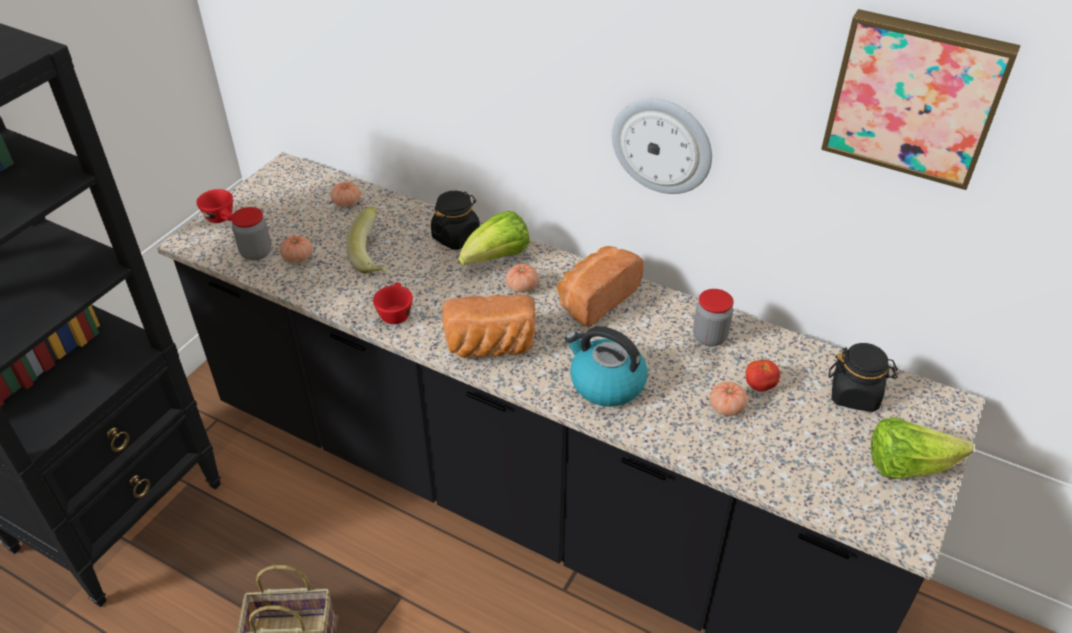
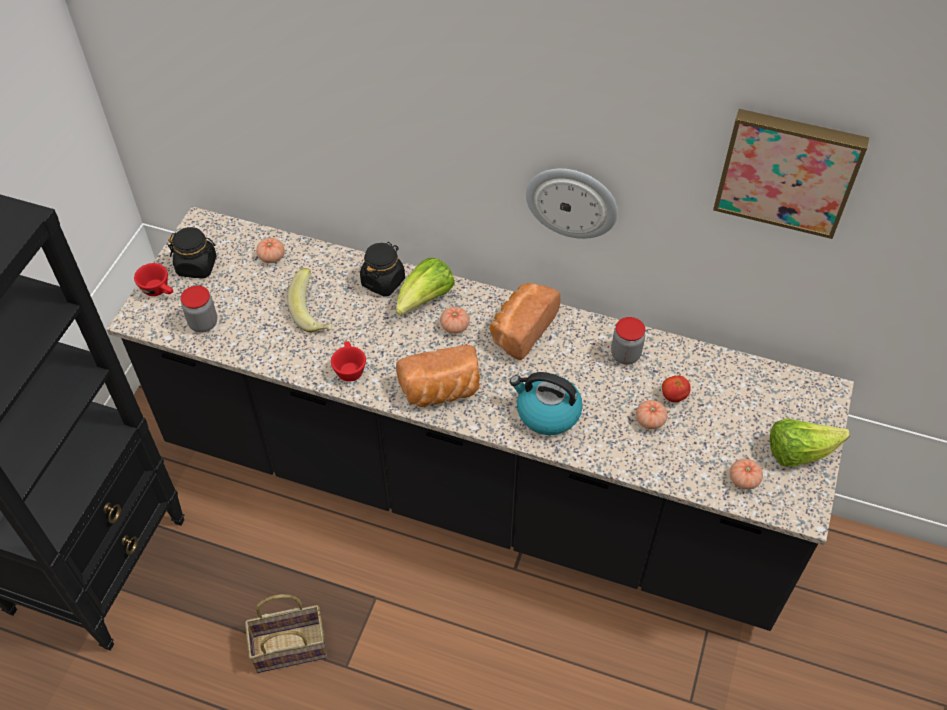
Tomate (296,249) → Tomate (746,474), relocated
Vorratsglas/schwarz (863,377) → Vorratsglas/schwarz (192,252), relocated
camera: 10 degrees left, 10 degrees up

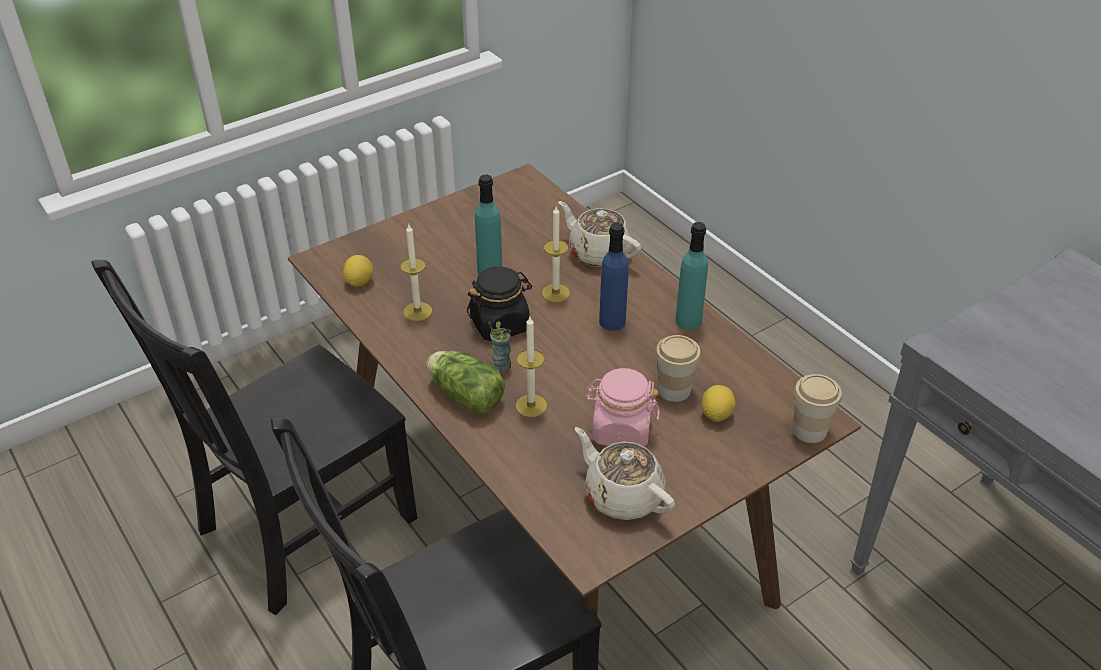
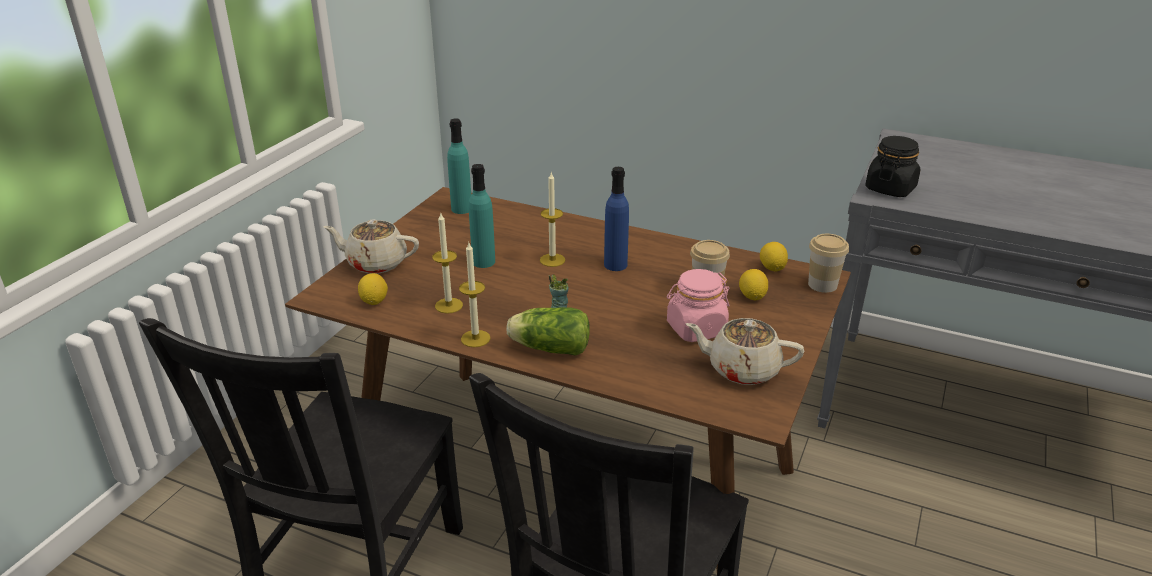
- → Zitrone (774,256)
Vorratsglas/schwarz (499,304) → Vorratsglas/schwarz (892,166), relocated
Kerze (531,367) → Kerze (475,295), relocated
Teekanne/beige (599,234) → Teekanne/beige (371,247), relocated
Flasche/türkis (691,276) → Flasche/türkis (459,166), relocated
camera: 30 degrees left, 10 degrees down

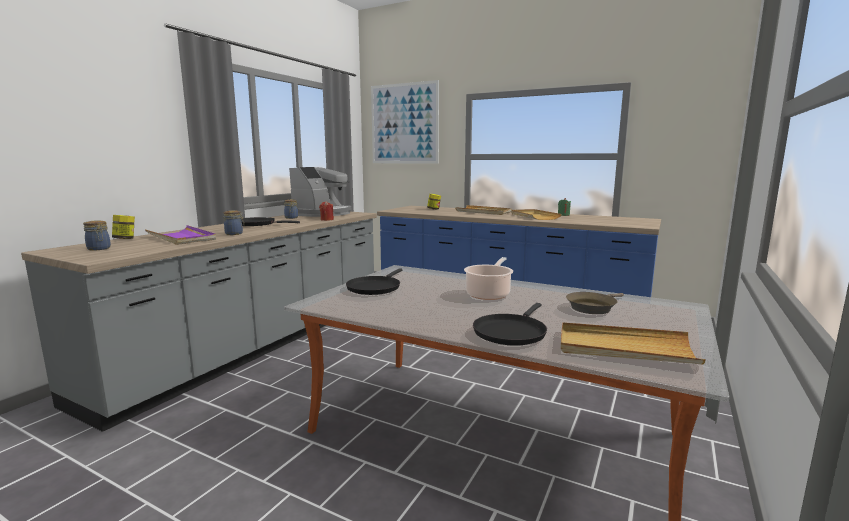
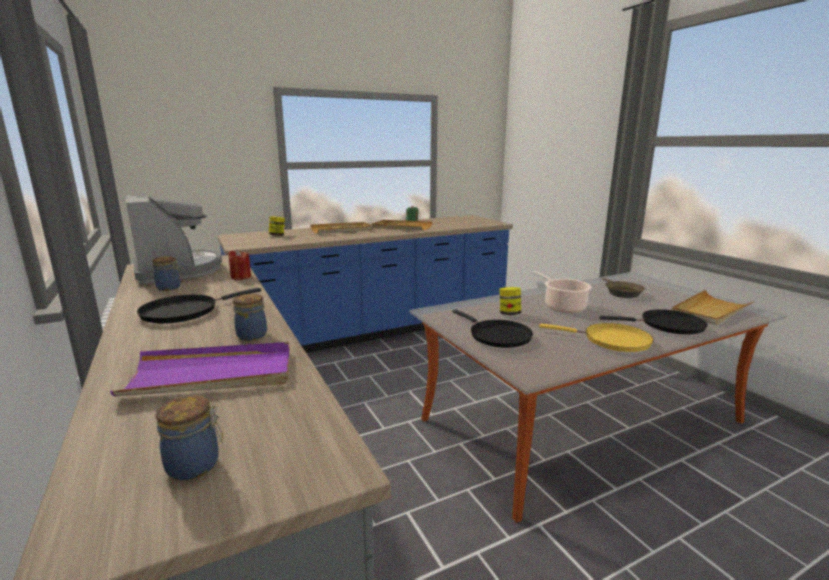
Bild (405,122) → -
- → Pfanne/gelb (596,337)
Vorratsglas (123,227) → Vorratsglas (510,301), relocated
Pfanne/schwarz (510,324) → Pfanne/schwarz (653,322), 60 degrees counterclockwise
camera: 55 degrees left, 5 degrees up

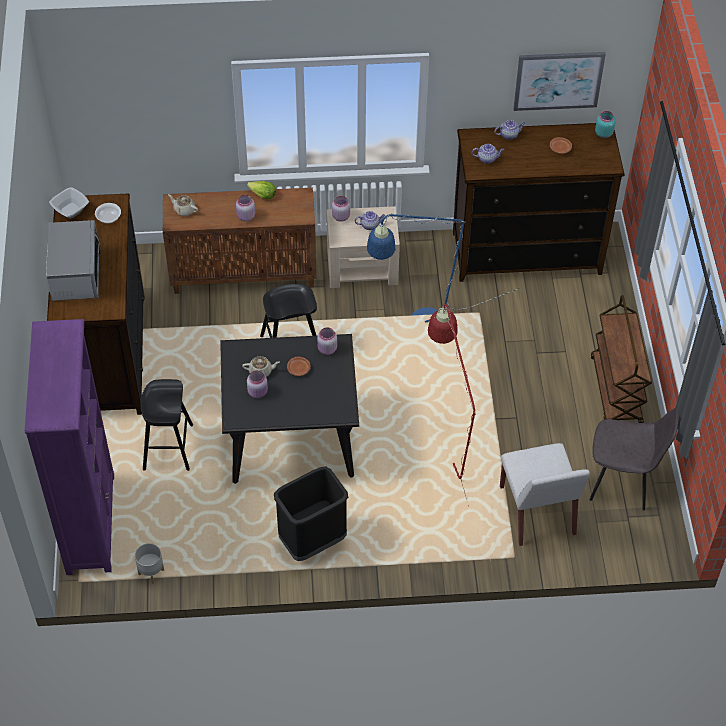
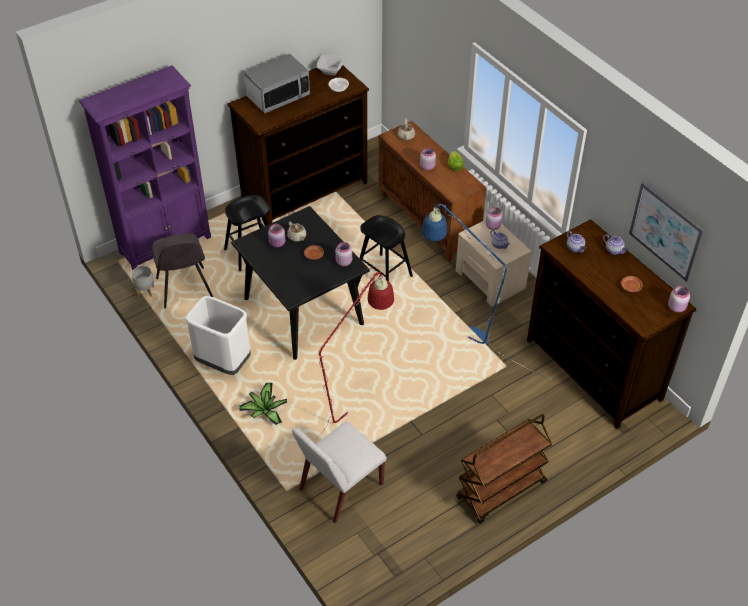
- → Topfpflanze (263,404)
Stuhl/grau (634,459) → Stuhl/grau (182,271), relocated
Mülleimer/schwarz (311,514) → Mülleimer/weiß (218,335)
Vorratsglas/türkis (605,124) → Vorratsglas/rosa (679,299)
camera: 60 degrees right, 5 degrees down

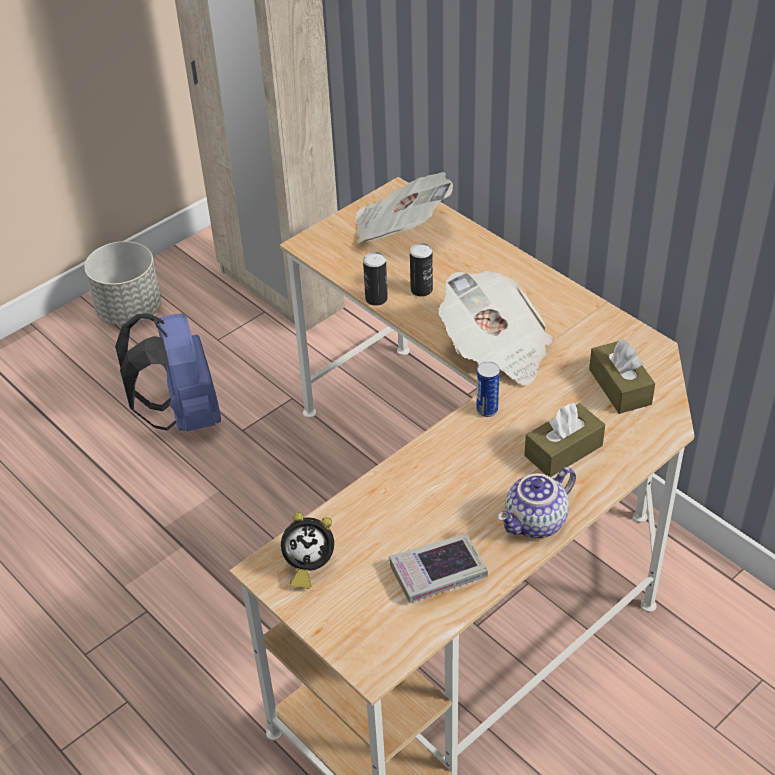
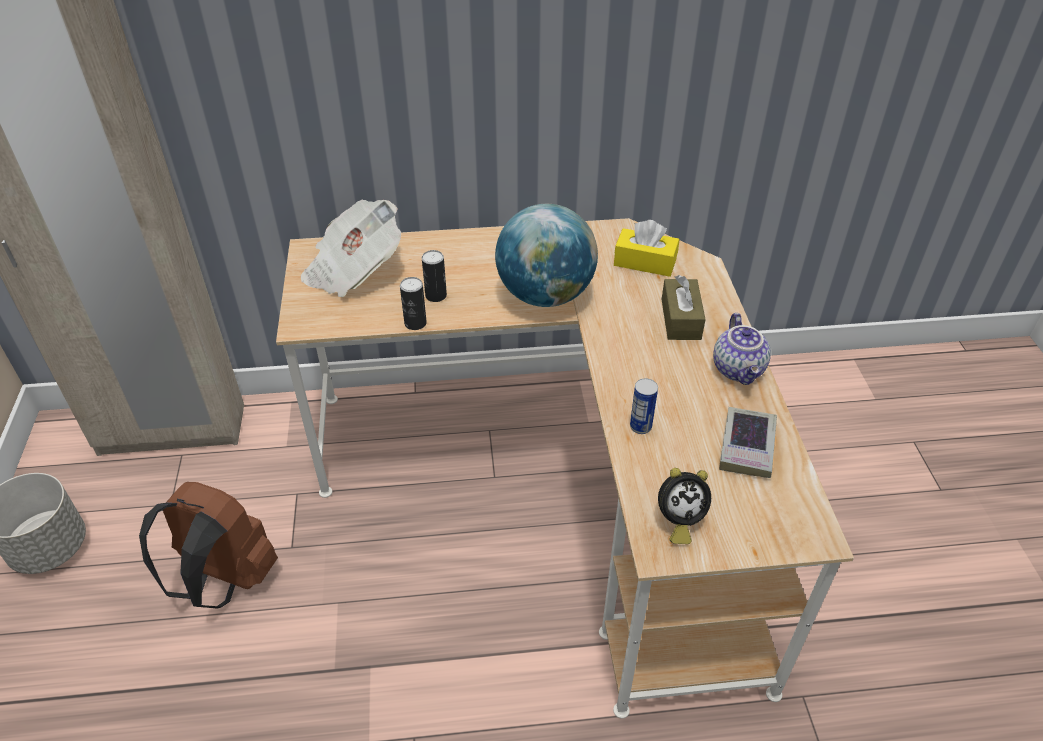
Dose (488,389) → Dose (644,406), relocated
Zeitung (496,328) → Globus (546,255)
Rucksack/blau (168,372) → Rucksack/braun (208,545)
Taschentuchbox/braun (622,376) → Taschentuchbox/gelb (646,248)
Wecker (307,550) → Wecker (684,506), 45 degrees clockwise
camera: 55 degrees left, 0 degrees up

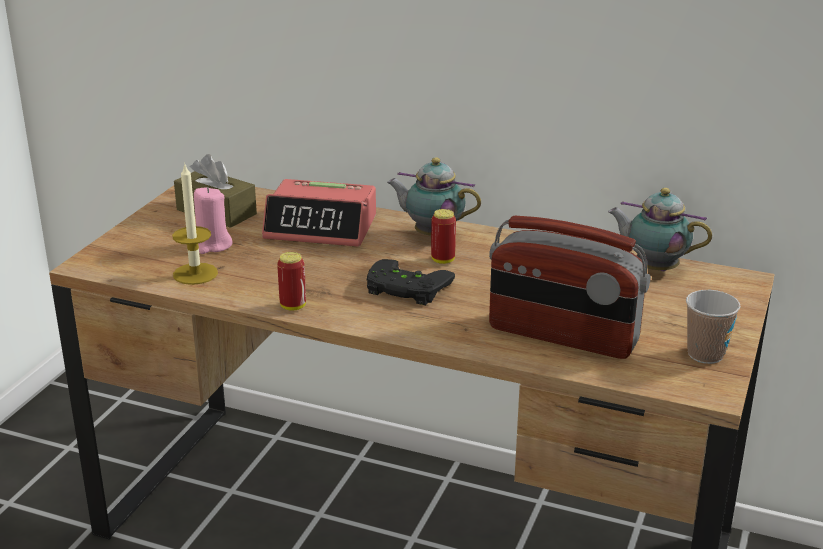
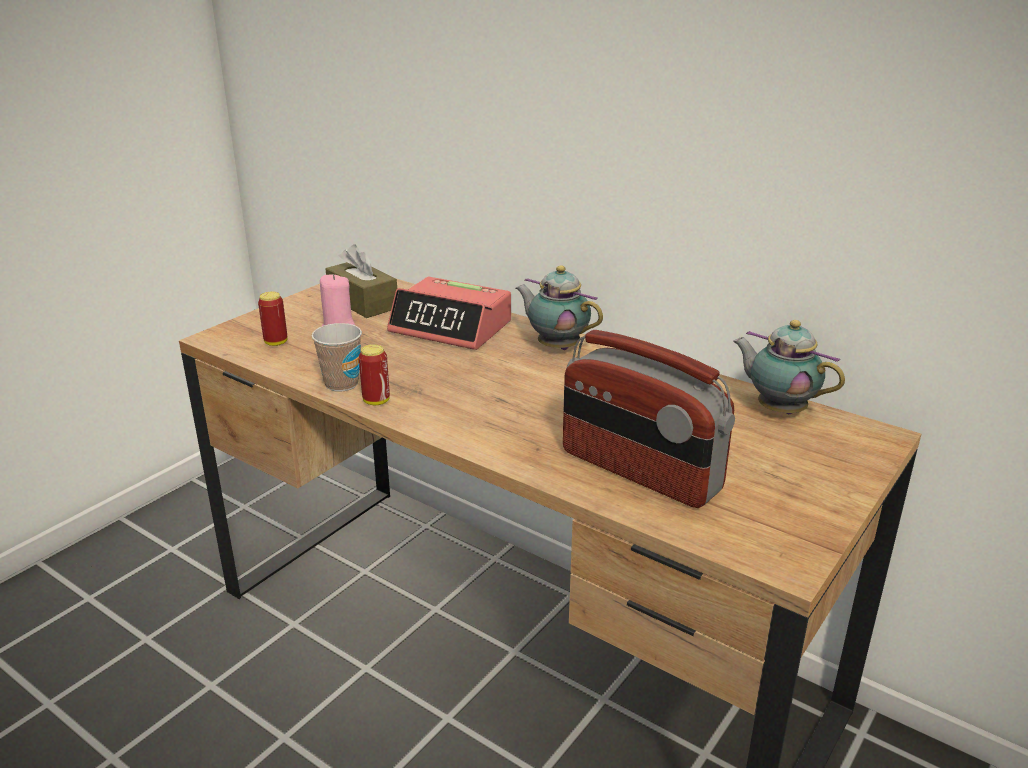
Kerze (195,223) → -
Gamepad/schwarz (411,282) → -
Dose (443,236) → Dose (272,319), relocated
Tasse (713,327) → Tasse (337,357), relocated
camera: 15 degrees right, 0 degrees up

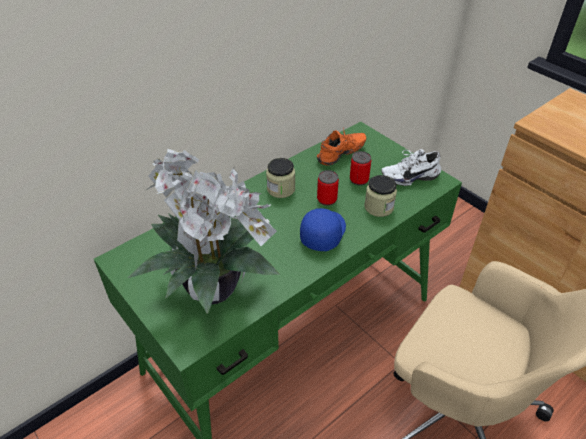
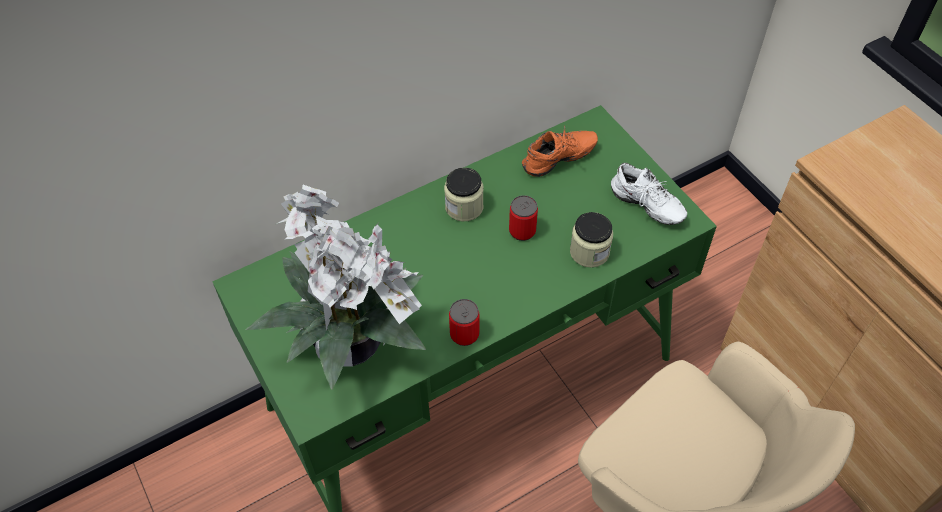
Kappe/blau (323,229) → -
Dose (360,168) → Dose (464,322), relocated
Schuh/weiß (411,167) → Schuh/weiß (649,194), 135 degrees counterclockwise
camera: 10 degrees right, 10 degrees up

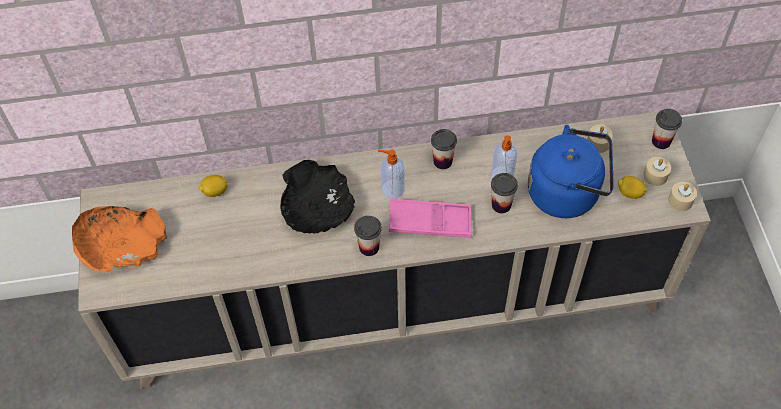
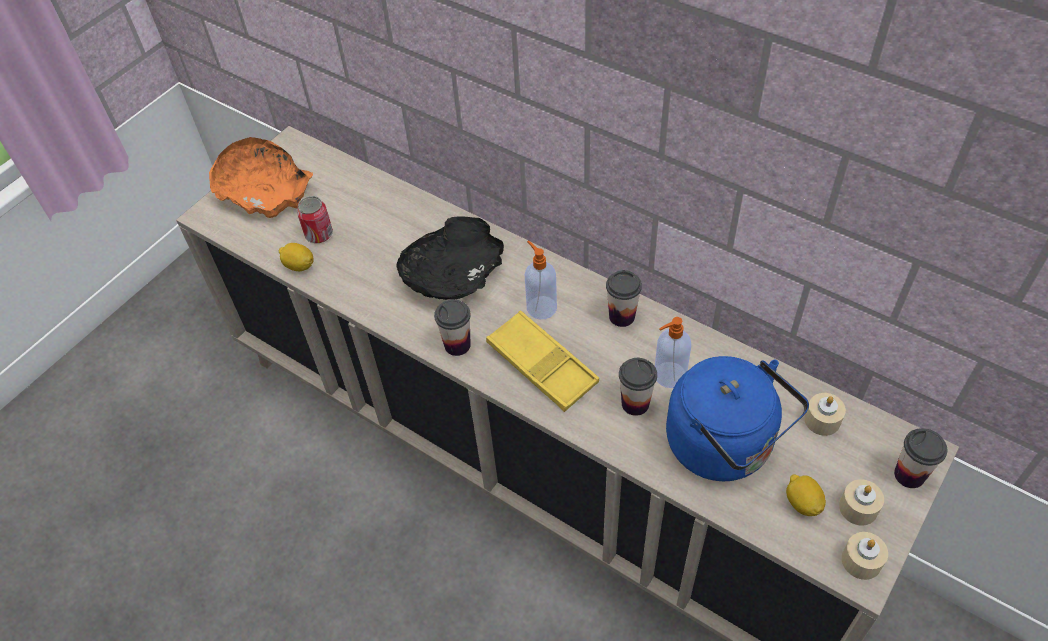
- → Dose (315,219)
Zitrone (213,186) → Zitrone (296,257), relocated
Tablett/rosa (430,218) → Tablett/gelb (542,361)
camera: 45 degrees right, 5 degrees down

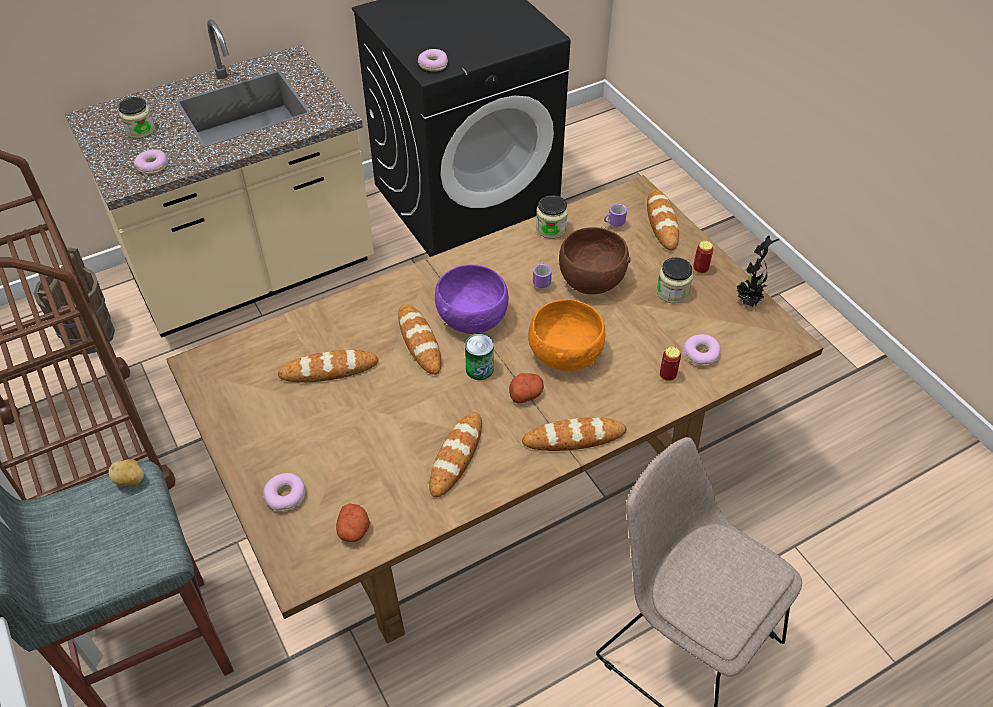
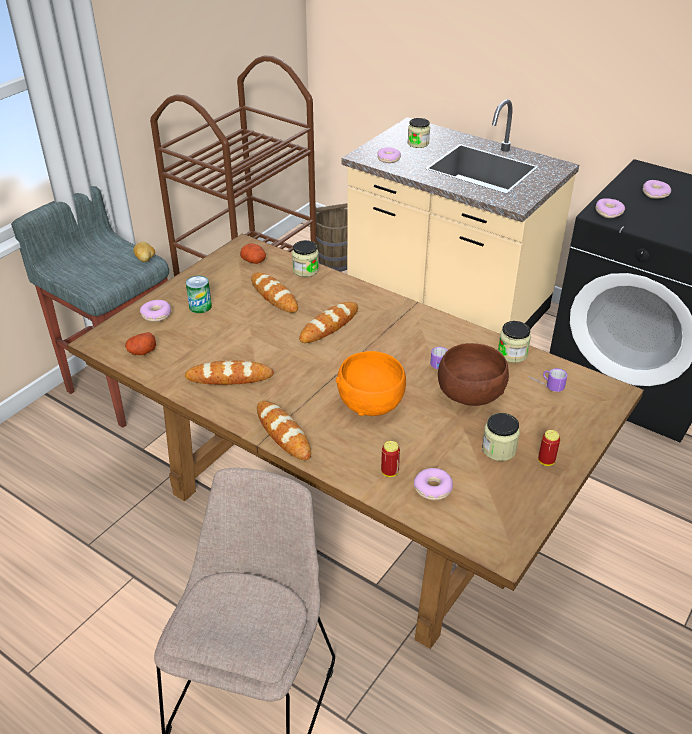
Schüssel/lila (471,299) → -
Brot (663,219) → -
Topfpflanze (758,271) → -
- → Vorratsglas (305,258)
- → Donut (657,189)
Dose (479,357) → Dose (199,294), relocated
Kartoffel (526,388) → Kartoffel (253,253), relocated
camera: 65 degrees right, 10 degrees down

